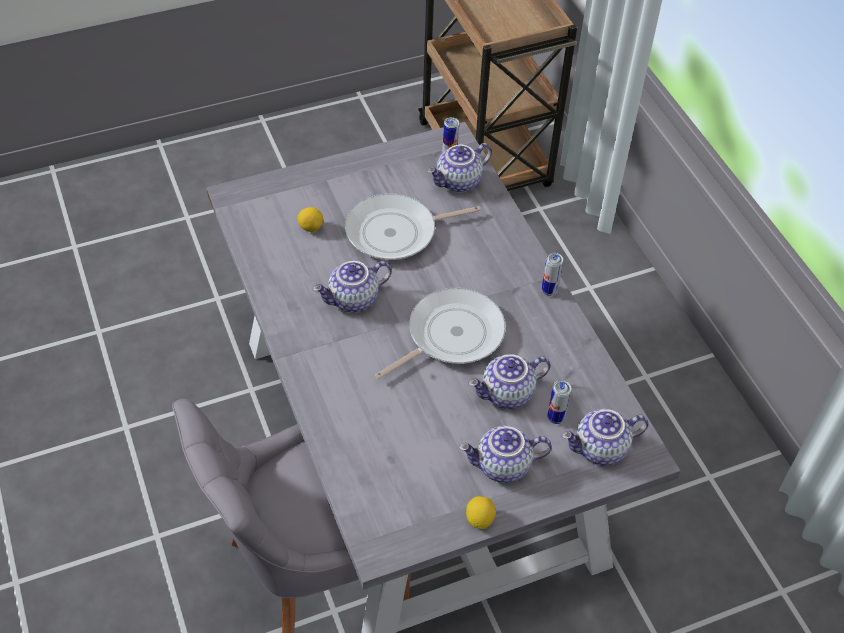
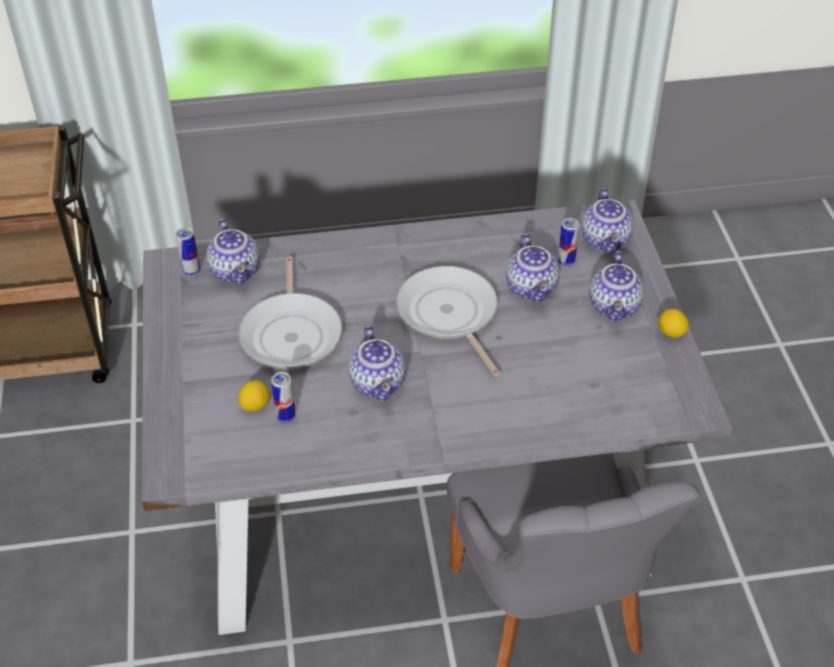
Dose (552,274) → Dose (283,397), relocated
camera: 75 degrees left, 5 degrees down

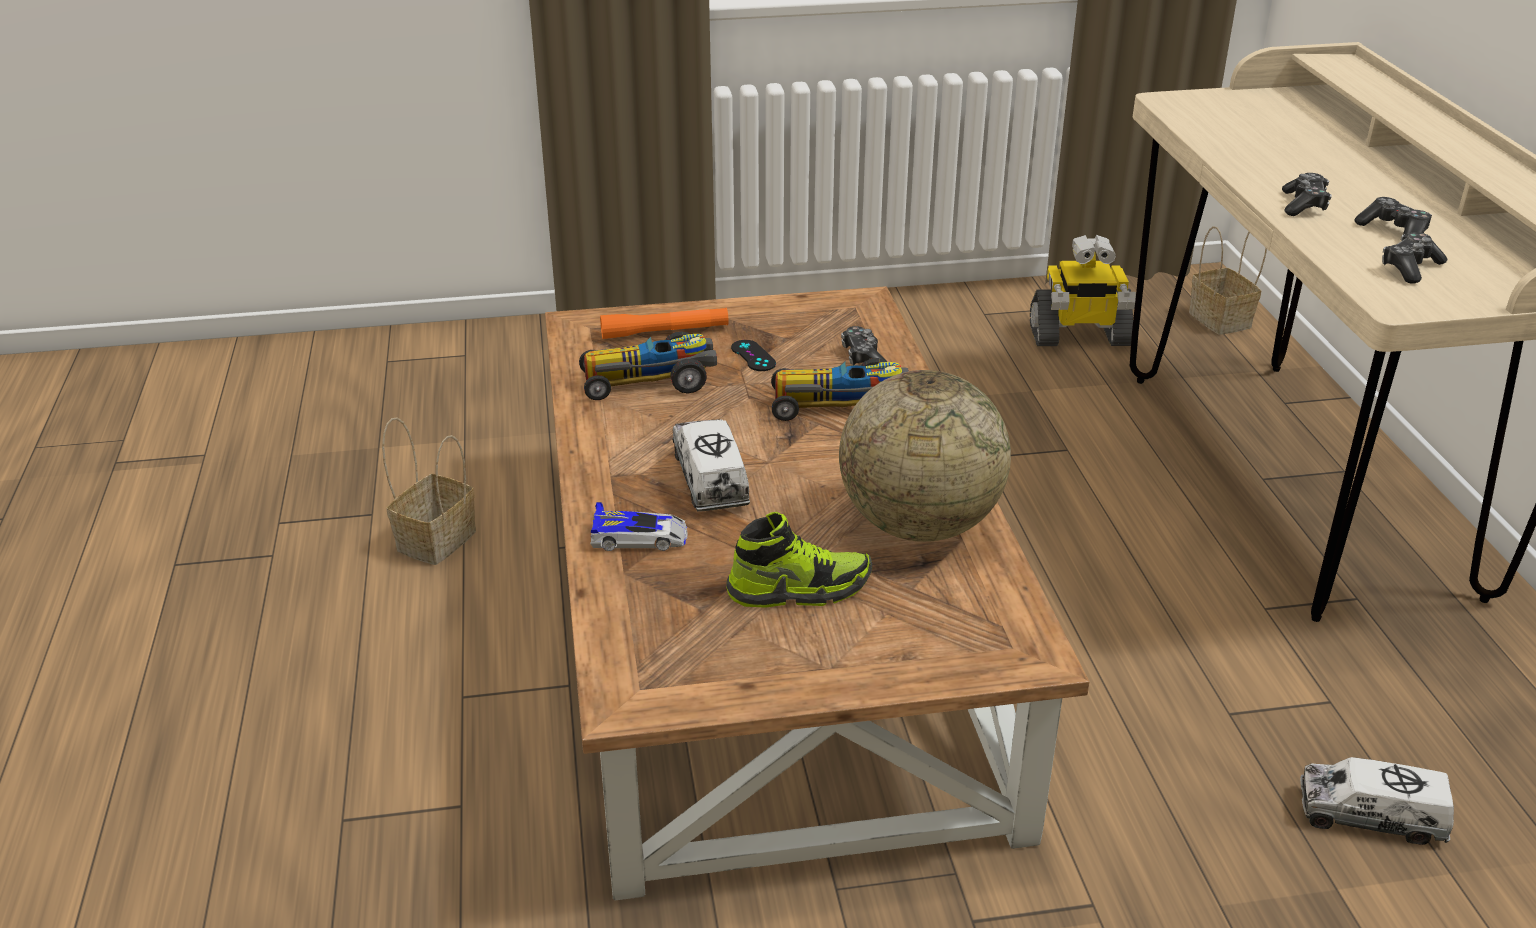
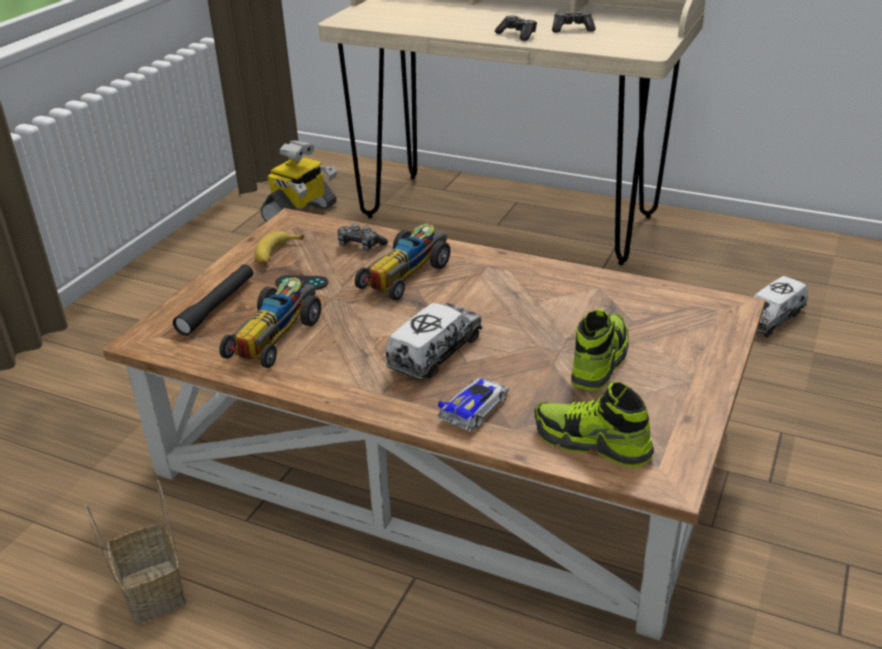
Globus (925,456) → -
Korb (1228,280) → -
Gamepad (1414,258) → -
- → Banane (279,248)
- → Schuh (594,425)
Taschenlampe/orange (664,323) → Taschenlampe/schwarz (213,300)
Spielzeuglaster (711,465) → Spielzeuglaster (434,341), 105 degrees clockwise
camera: 55 degrees left, 0 degrees up

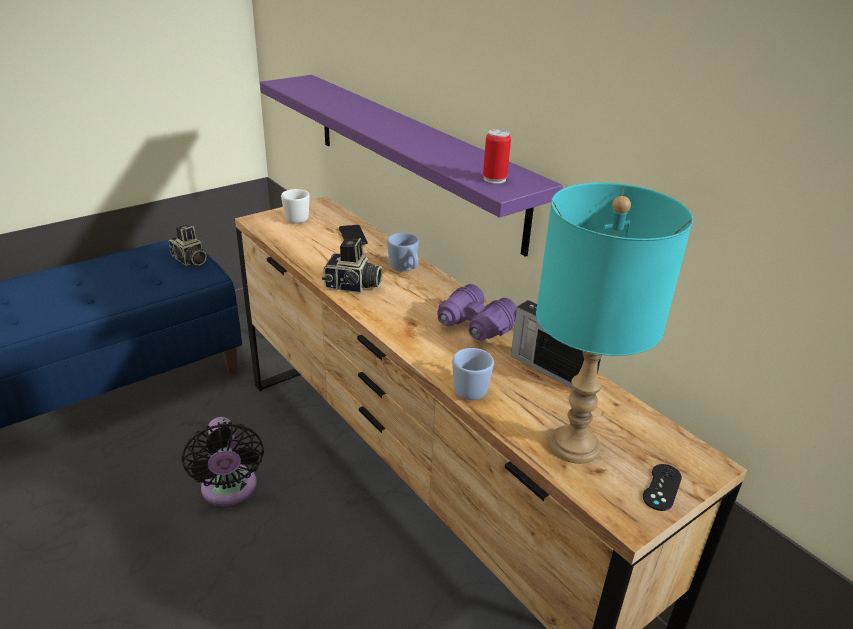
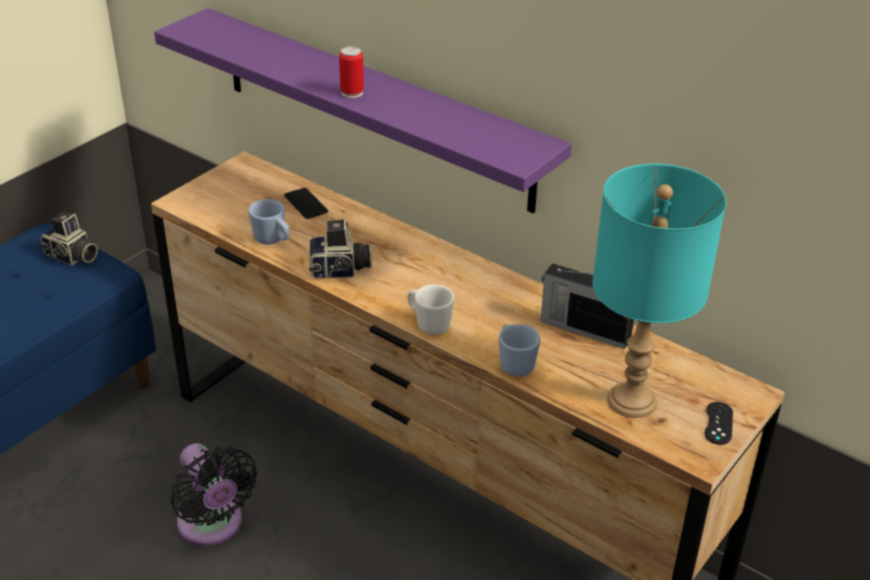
Fernglas/lila (477,312) → -
Henkelbecher/weiß (295,206) → Henkelbecher/weiß (430,310), relocated
Henkelbecher/blau (403,252) → Henkelbecher/blau (269,222), relocated
Dose (497,156) → Dose (351,72), relocated
camera: 15 degrees left, 5 degrees up

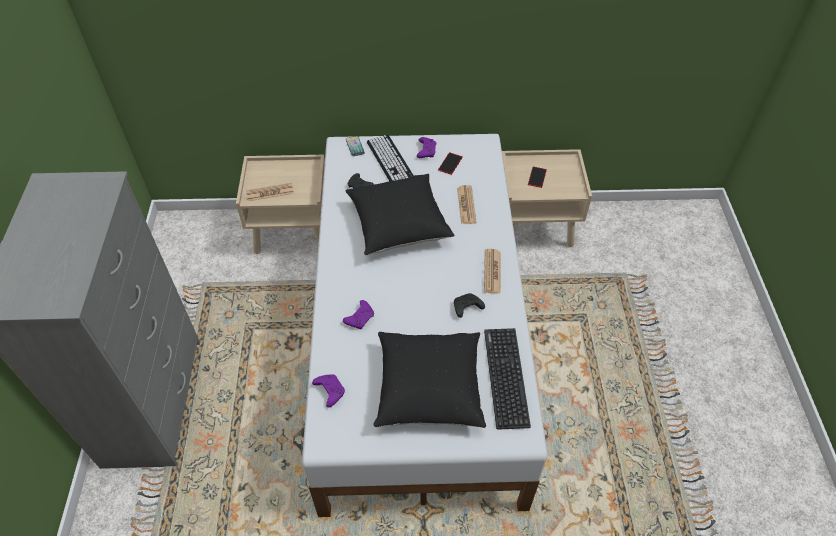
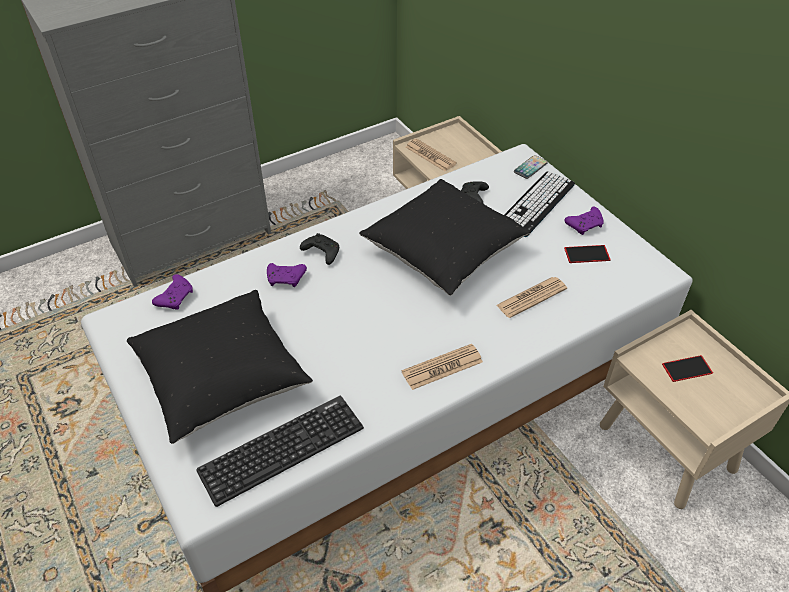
Gamepad/schwarz (469,305) → Gamepad/schwarz (319,249), relocated
camera: 60 degrees right, 5 degrees down

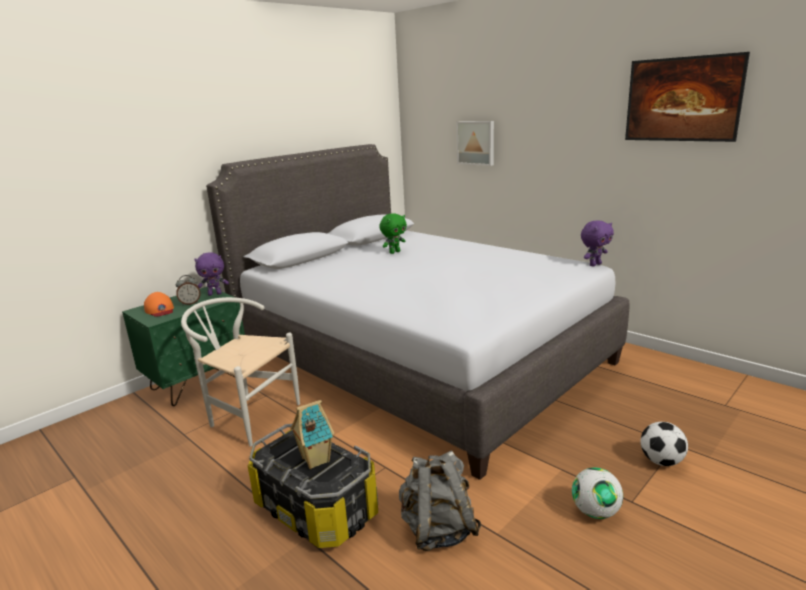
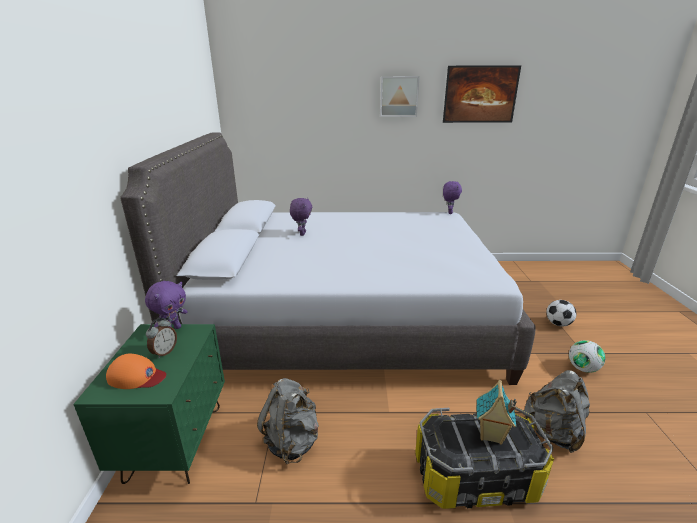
Bild (475,143) → Bild (400,96), relocated
Stuhl/weiß (240,372) → Rucksack/grau (288,421)
Plüschtier/grün (393,233) → Plüschtier/lila (301,217)
camera: 45 degrees left, 5 degrees up

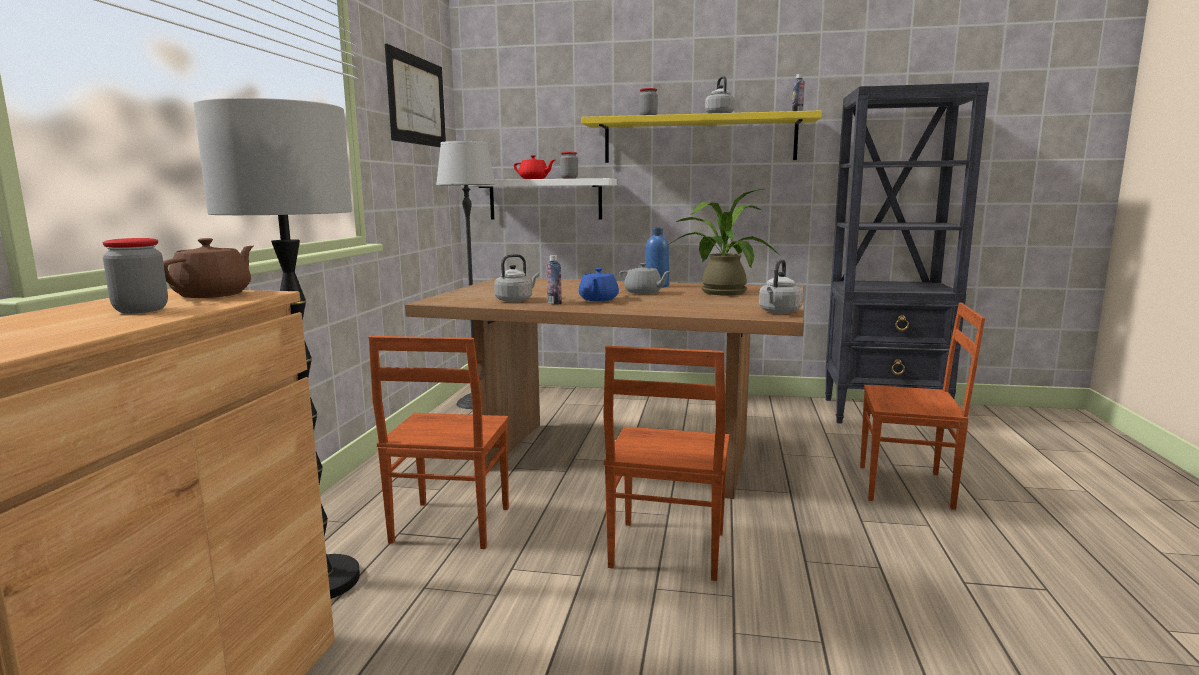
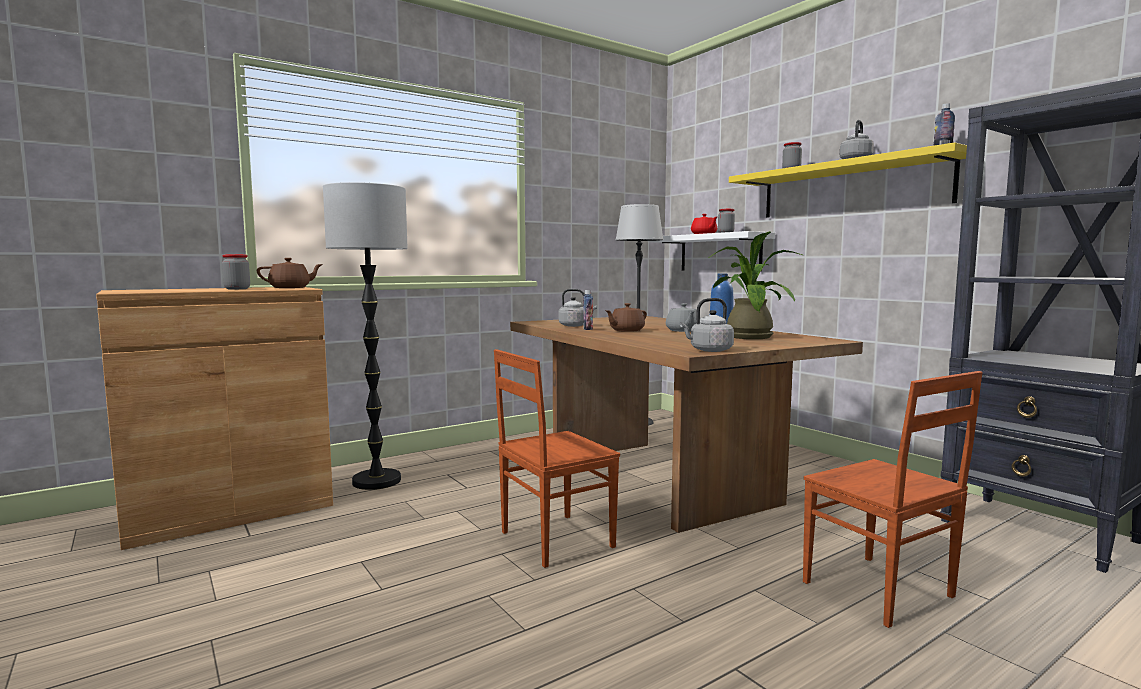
Stuhl/braun (438,442) → -
Bild (415,95) → -
Teekanne/blau (599,284) → Teekanne/braun (626,317)
camera: 45 degrees right, 5 degrees down

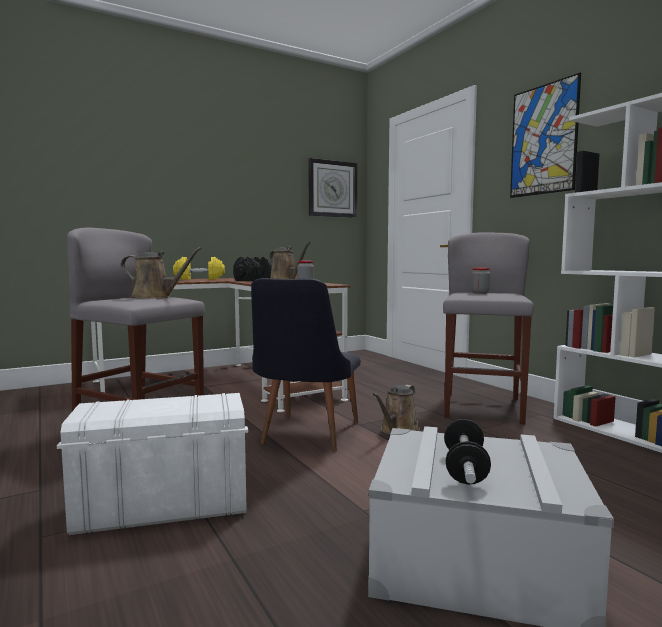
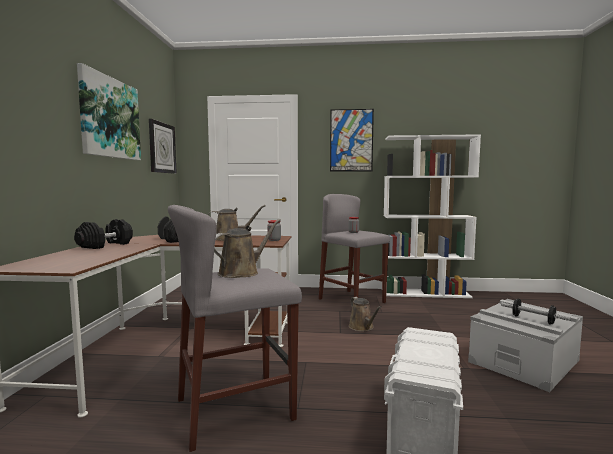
Stuhl/schwarz (306,365) → -
- → Bild (109,111)
Hantel/gelb (199,268) → Hantel/schwarz (103,234)
camera: 55 degrees left, 0 degrees up

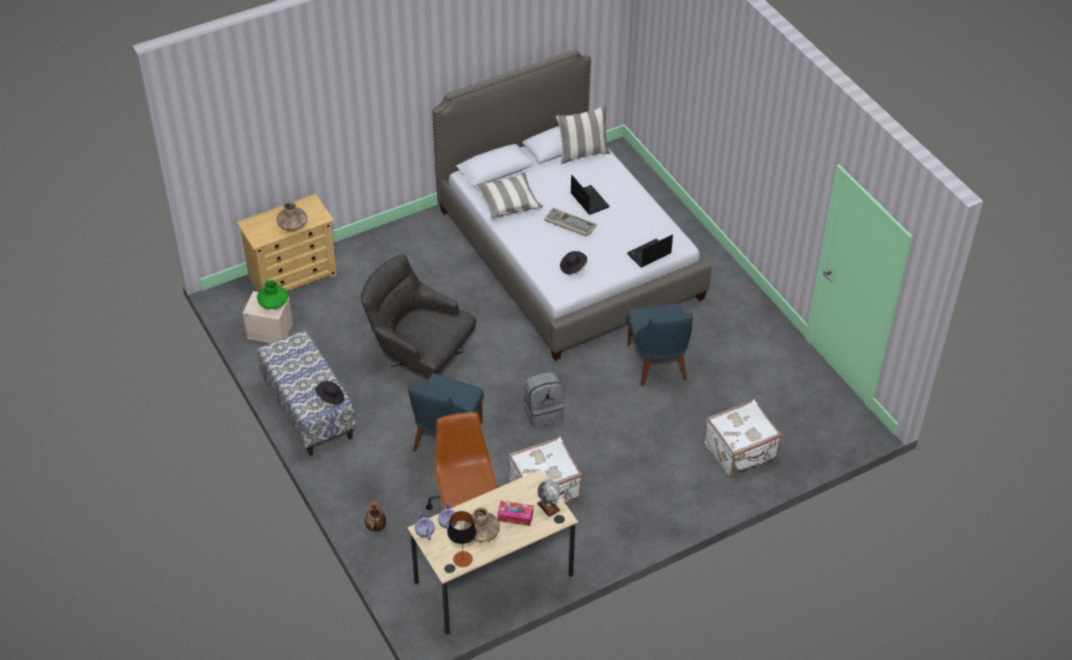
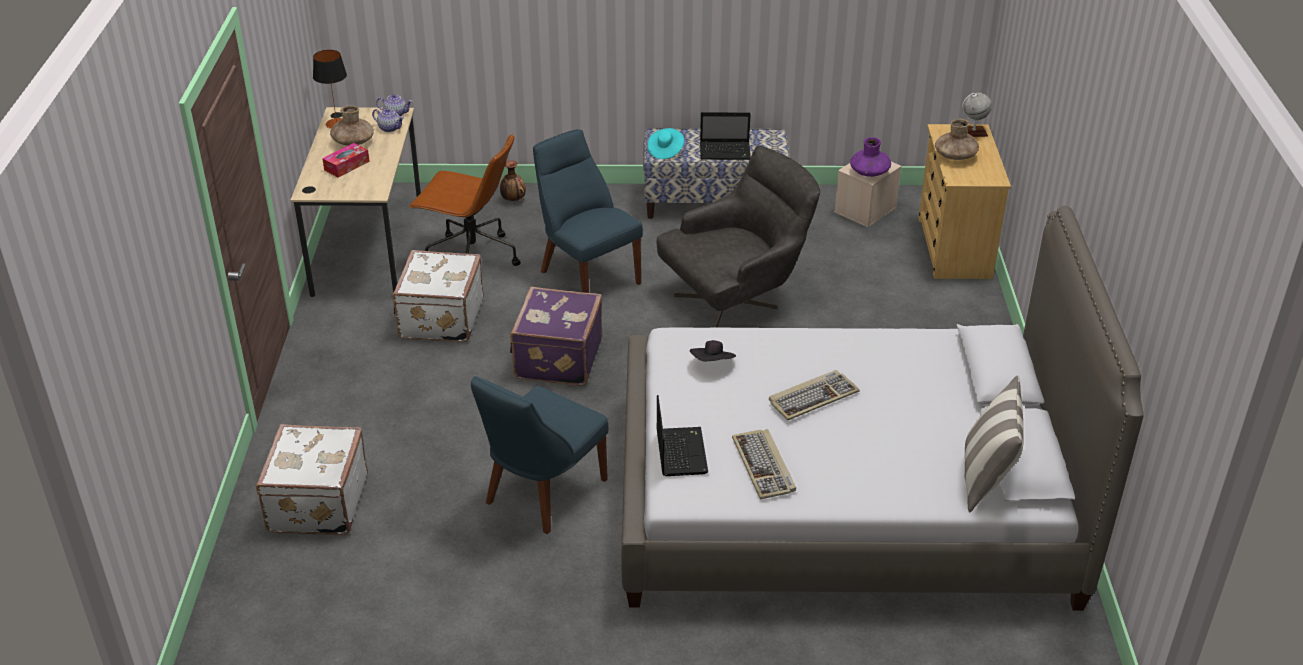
Kissen (508,195) → -
- → Tastatur (764,464)
Globus (549,498) → Globus (977,114), relocated
Laptop (590,195) → Laptop (725,136), relocated
Rucksack/grau (544,399) → Koffer/lila (556,336)
Vase/grün (272,294) → Vase/lila (870,157)
Hut/schwarz (329,393) → Hut/türkis (666,143)
Stuhl/blau (660,344) → Stuhl/blau (540,455), 75 degrees counterclockwise
camera: 120 degrees right, 10 degrees down

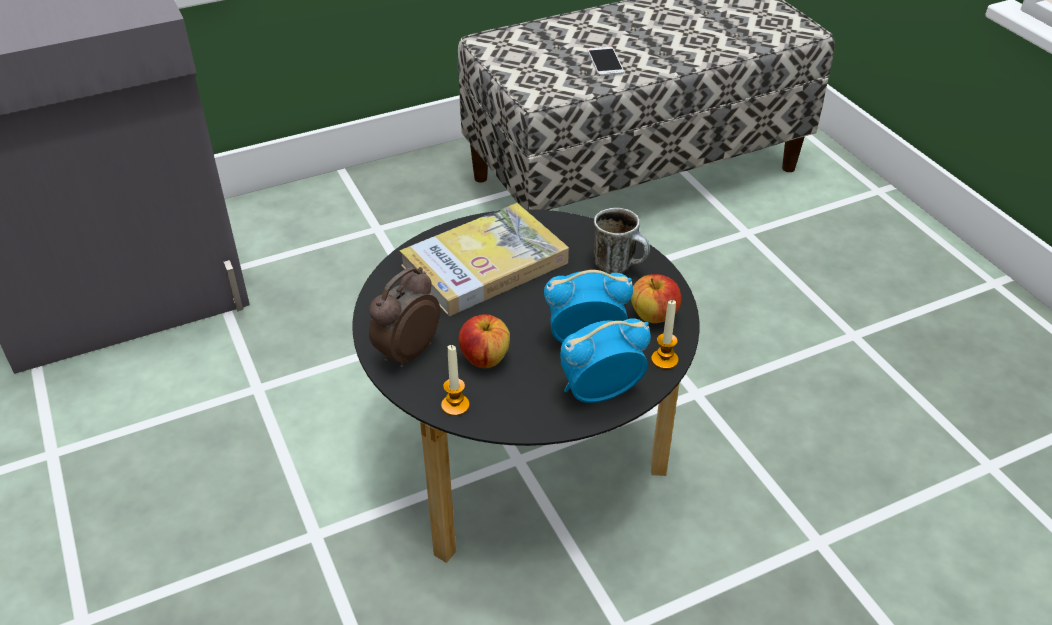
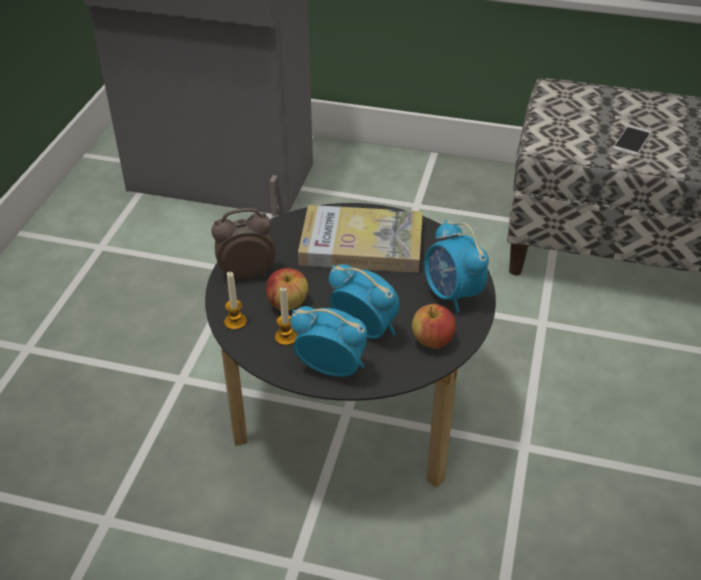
Kerze (665,335) → Kerze (286,316), relocated
Henkelbecher (622,241) → Wecker (456,266)
camera: 40 degrees right, 0 degrees up

